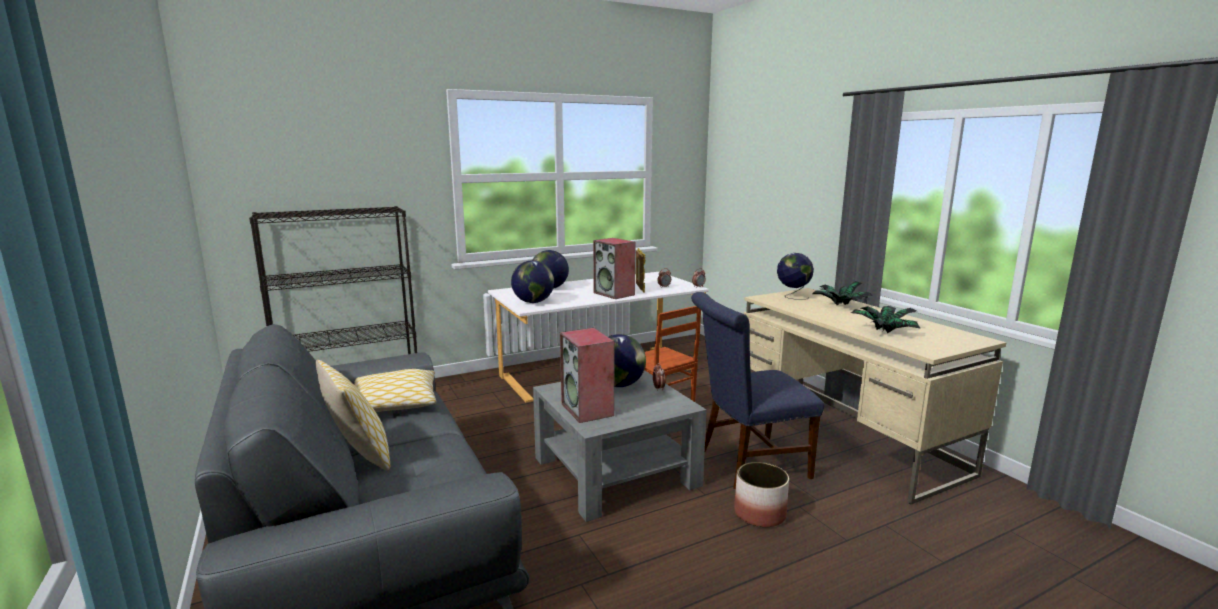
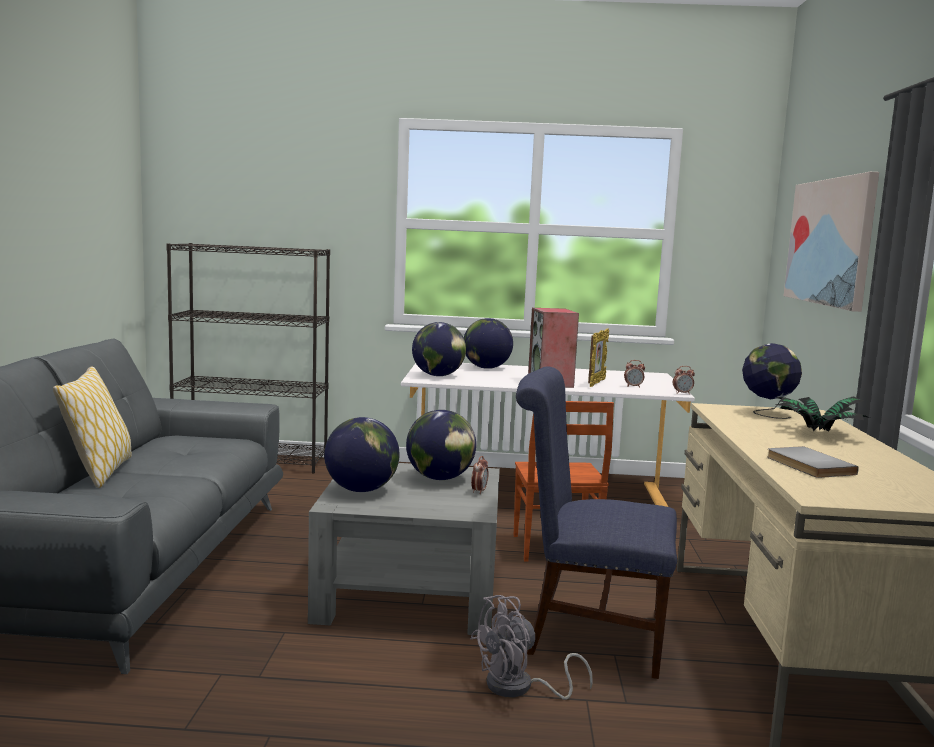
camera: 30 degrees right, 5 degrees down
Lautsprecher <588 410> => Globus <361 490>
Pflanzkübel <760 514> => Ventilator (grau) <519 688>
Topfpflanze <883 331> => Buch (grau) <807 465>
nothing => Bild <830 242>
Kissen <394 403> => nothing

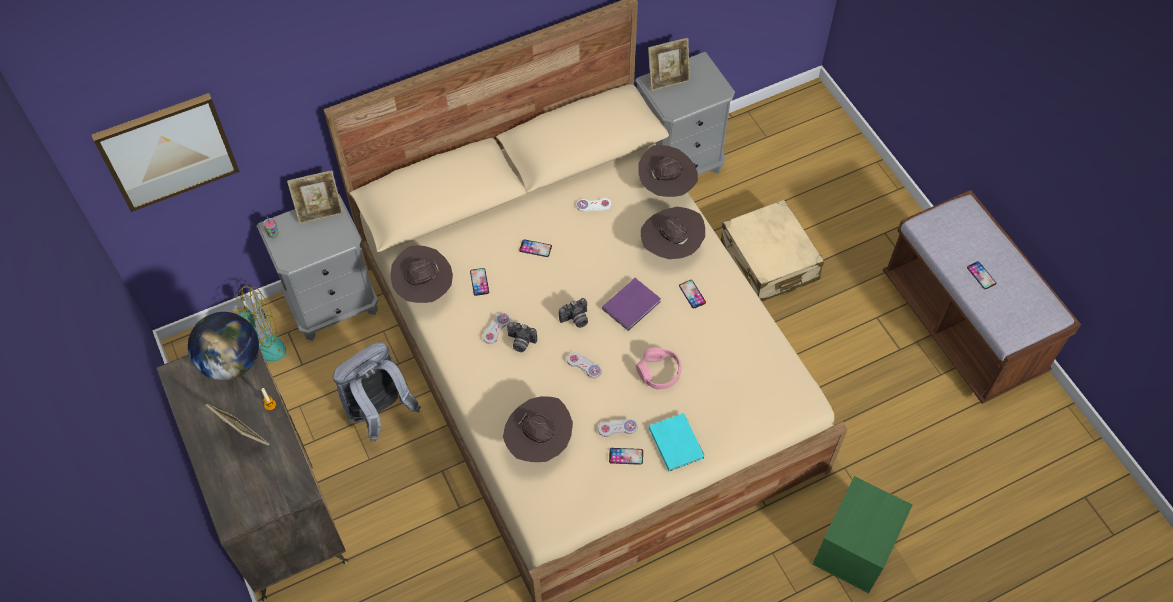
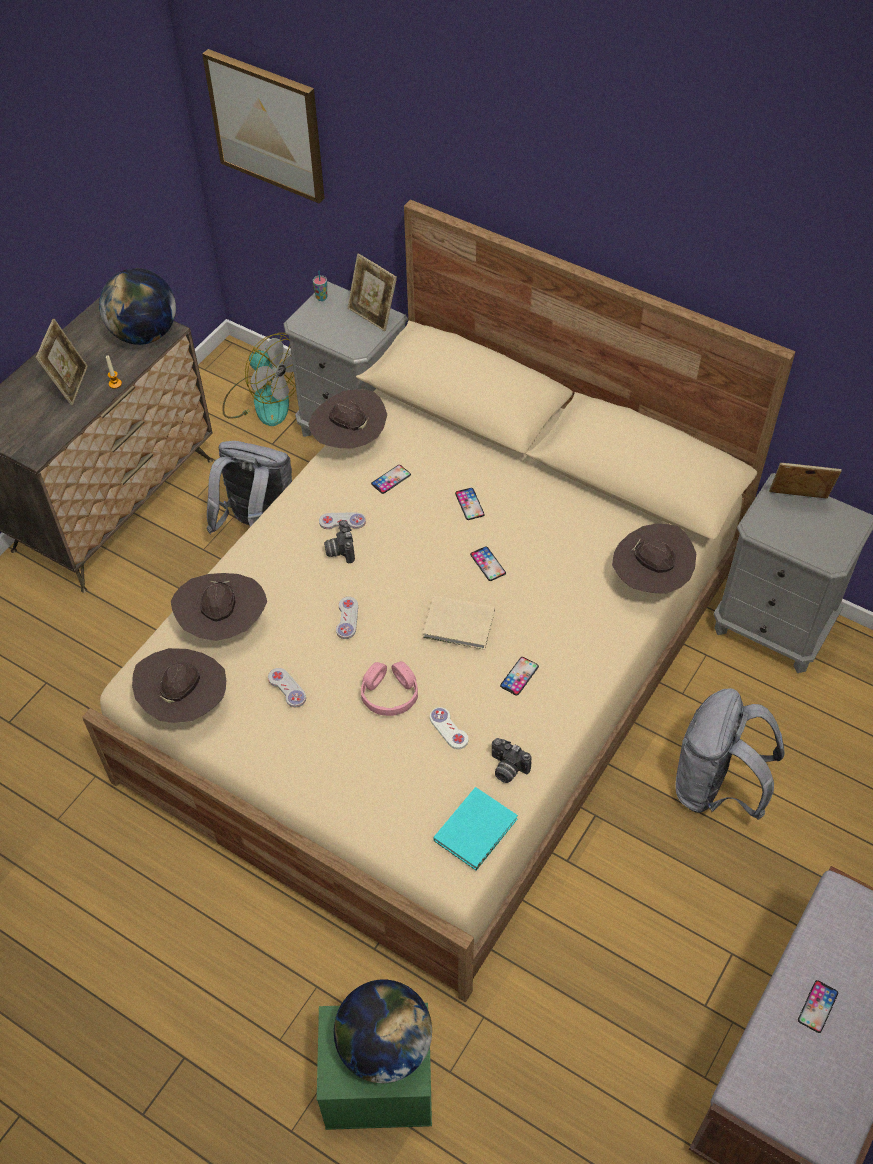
camera: 60 degrees right, 5 degrees down
Hut (braun) <671 247> => Hut (braun) <186 703>, shifted
nothing => Globus <384 1046>
Buch (lila) <633 305> => Buch (beige) <460 625>
Gamepad (weiß) <594 205> => Gamepad (weiß) <448 729>, shifted
Buch (türkis) <676 441> => Buch (türkis) <477 829>, shifted
Handy <626 456> => Handy <487 564>, shifted
Kamera <575 320> => Kamera <507 769>, shifted
Koffer (beige) <769 261> => Rucksack (grau) <716 788>
Bilderrahmen <668 80> => Bilderrahmen <797 502>, 150 degrees clockwise

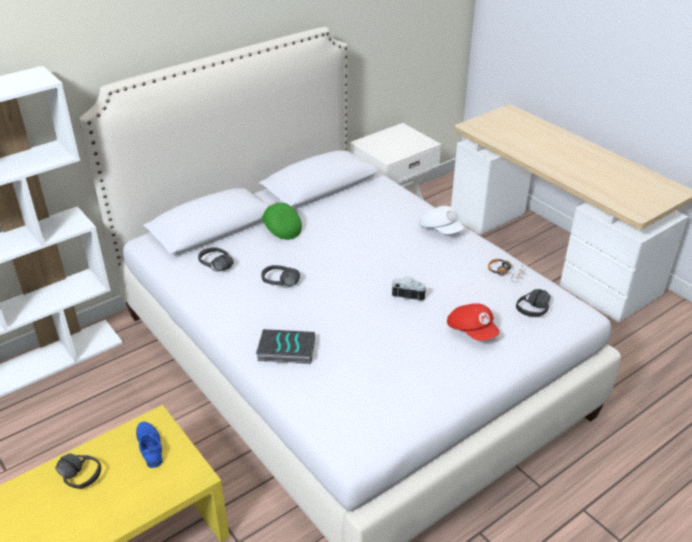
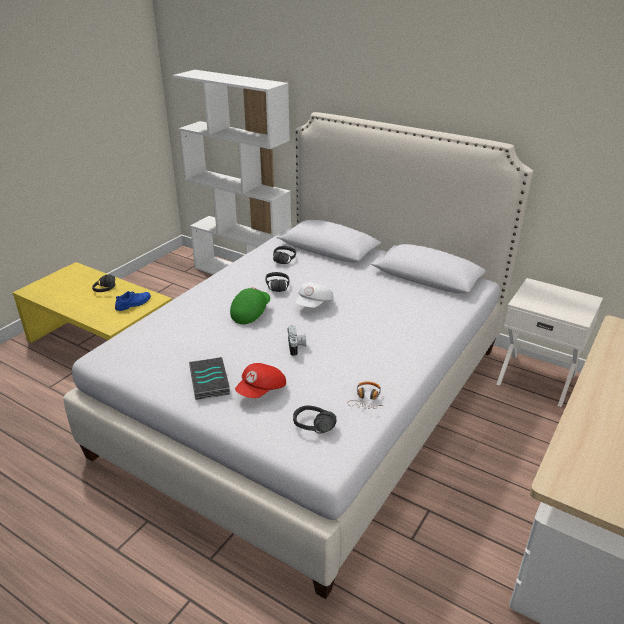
camera: 70 degrees right, 5 degrees down
Buch <285 351> => Buch <208 381>, shifted
Kappe (grün) <280 228> => Kappe (grün) <250 313>, shifted
Kappe (weiß) <441 229> => Kappe (weiß) <314 304>, shifted

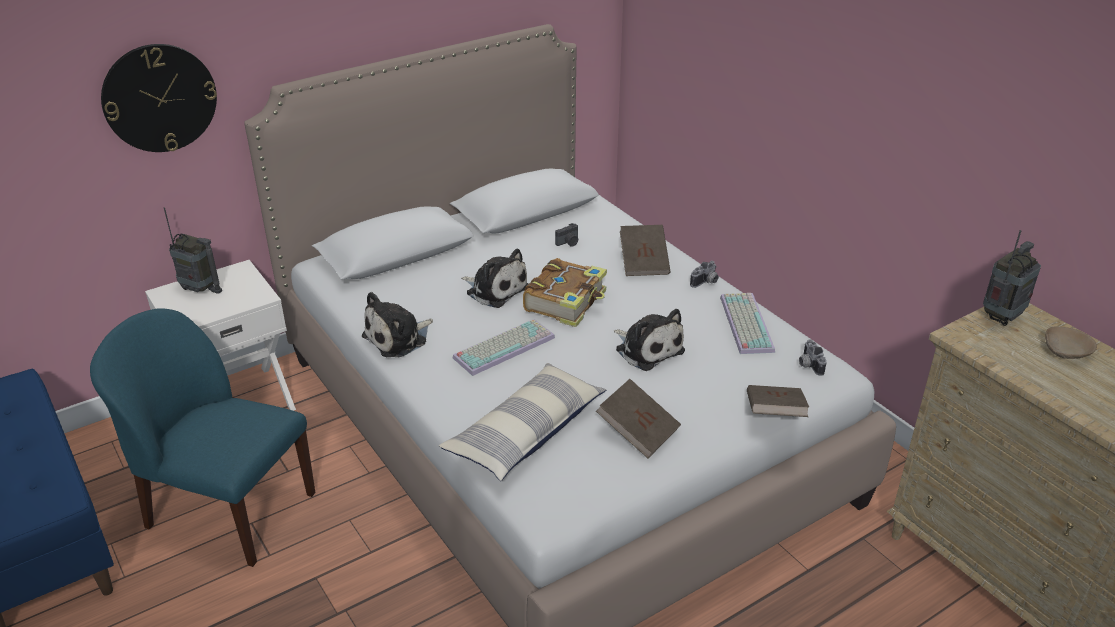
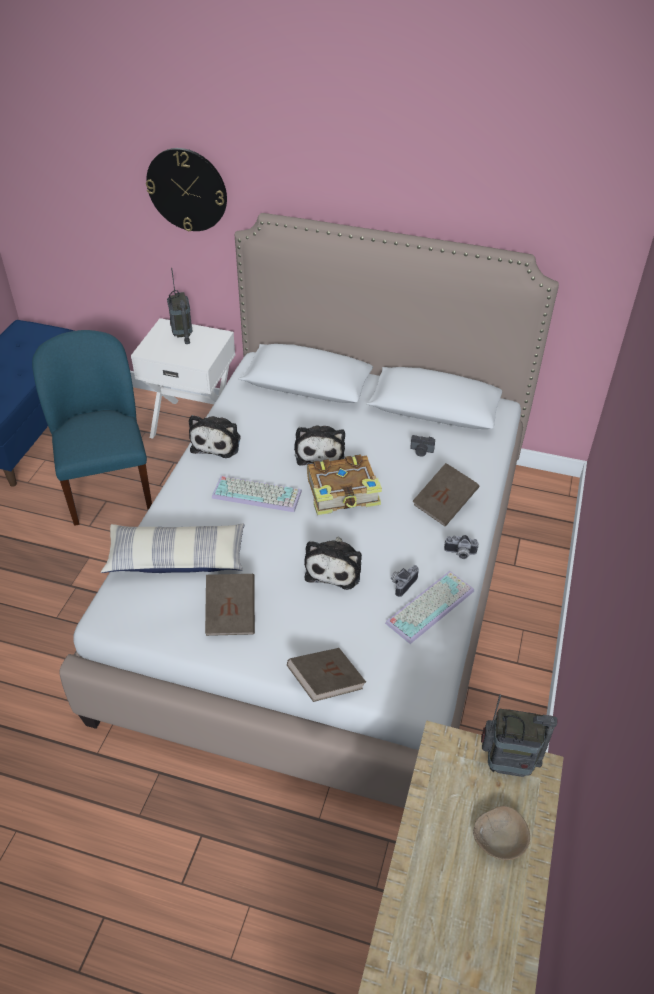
camera: 50 degrees right, 10 degrees up
Plüschtier <398 338> => Plüschtier <217 442>, 90 degrees counterclockwise
Kamera <808 365> => Kamera <402 583>, shifted

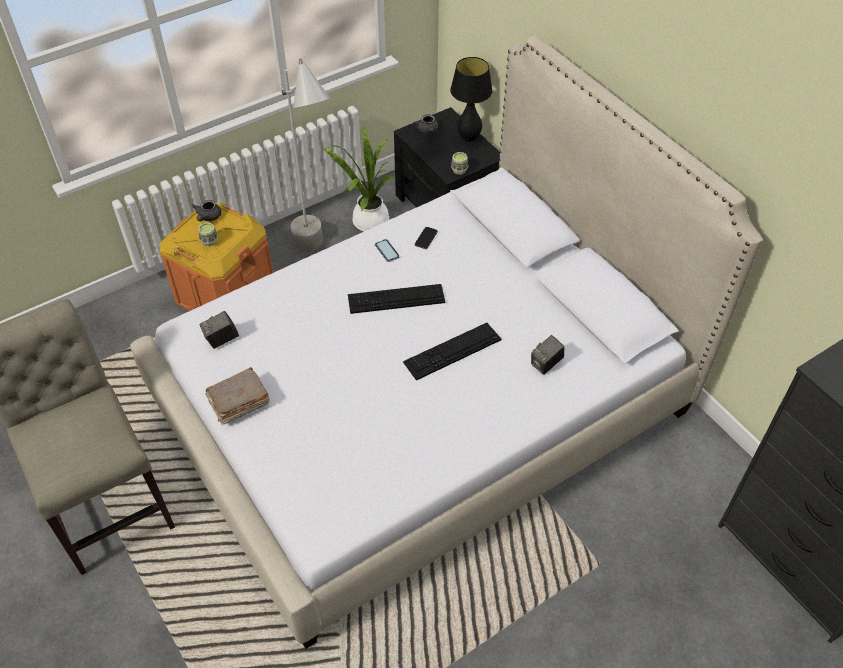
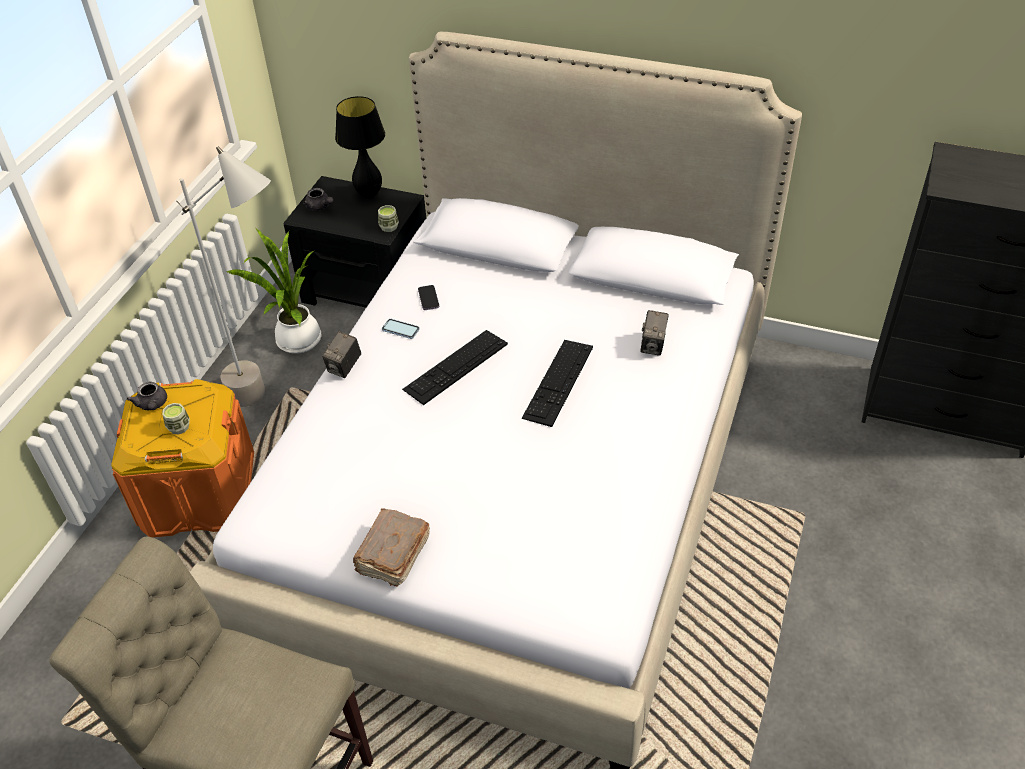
camera: 35 degrees left, 5 degrees down
Kamera <222 339> => Kamera <344 367>, shifted

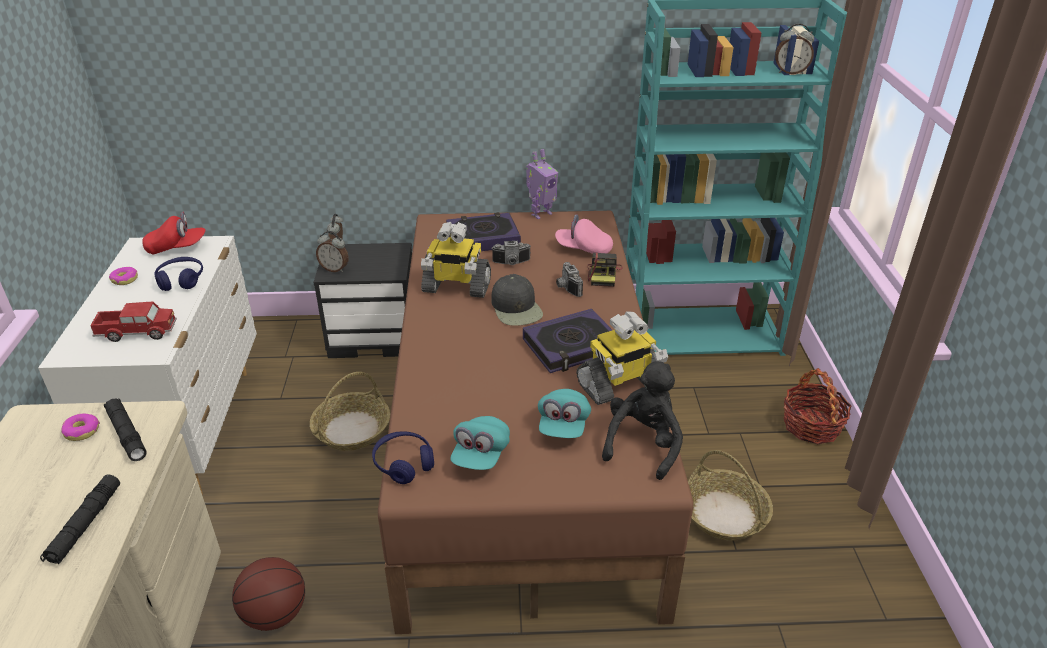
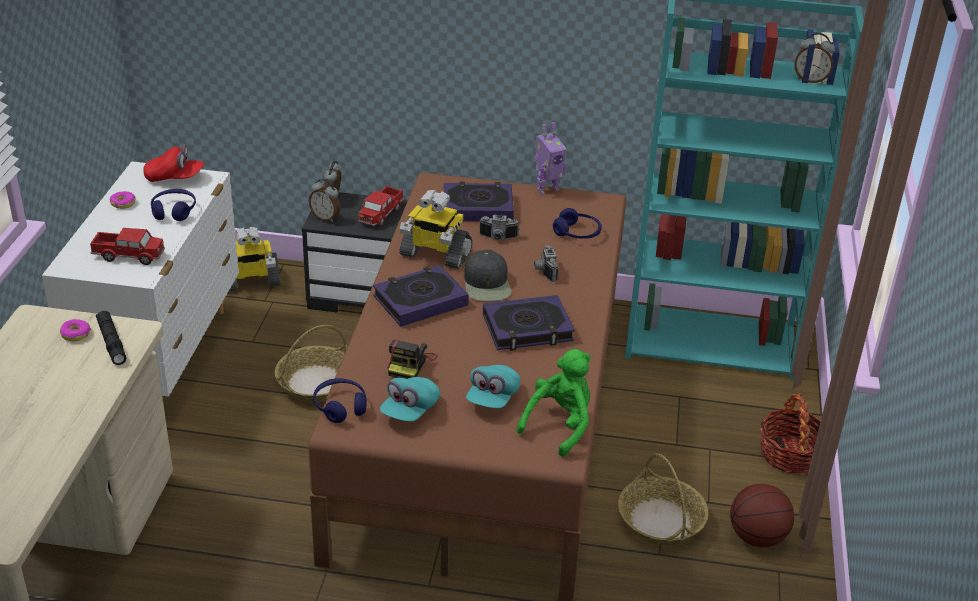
camera: 10 degrees right, 0 degrees up
Spielzeugroboter <619 385> => Spielzeugroboter <251 281>, shifted
nothing => Spielzeuglaster <381 214>
nothing => Buch <420 301>
Kamera <603 275> => Kamera <410 364>, shifted
Plüschtier (schwarz) <643 444> => Plüschtier (grün) <560 425>
Kappe (rosa) <583 249> => Kopfhörer (blau) <577 233>
Basketball <275 614> => Basketball <757 537>, shifted
Taschenlampe (schwarz) <85 525> => nothing

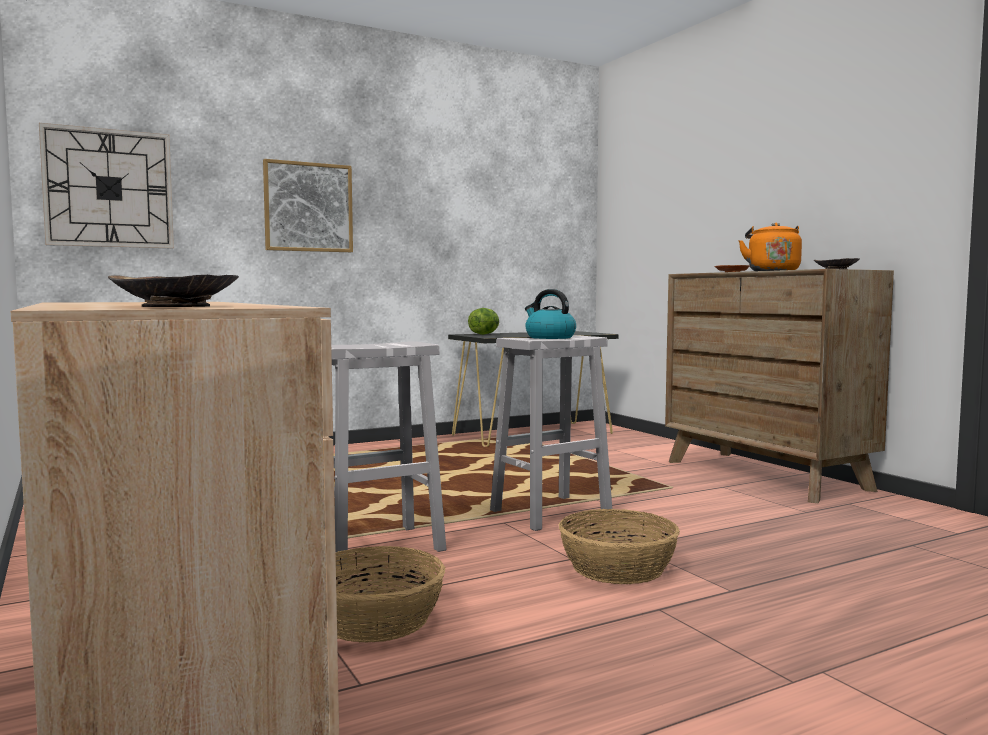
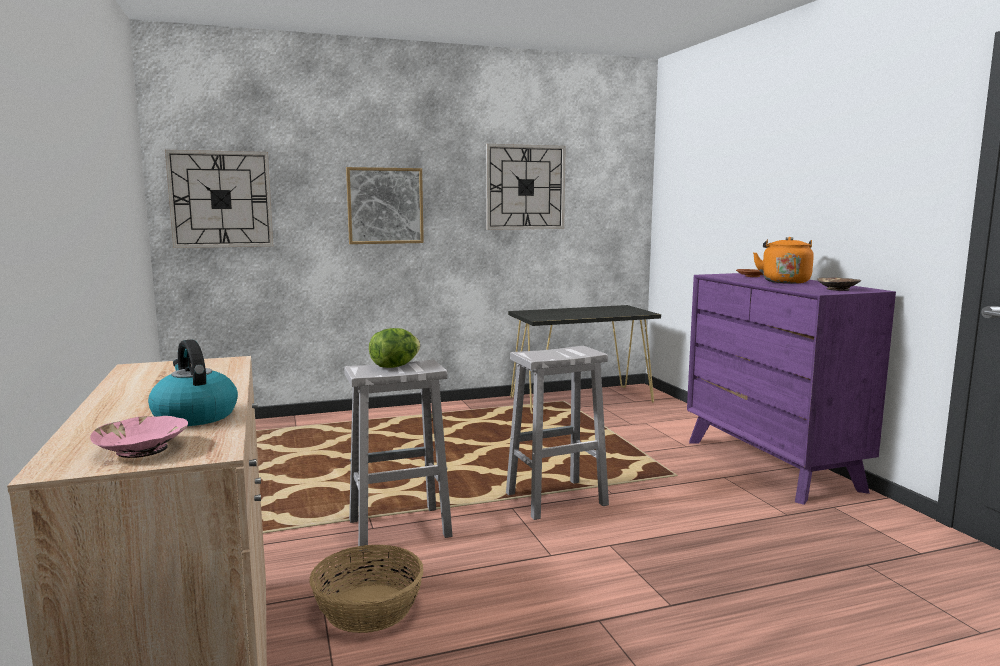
camera: 10 degrees right, 5 degrees up
Schüssel (braun) <176 306> => Schüssel (rosa) <143 449>
Wasserkessel <549 337> => Wasserkessel <194 416>, shifted
Salatkopf <484 334> => Salatkopf <395 366>, shifted
nothing => Wanduhr <525 187>
Kommode (braun) <764 475> => Kommode (lila) <770 464>
Korb <618 567> => nothing

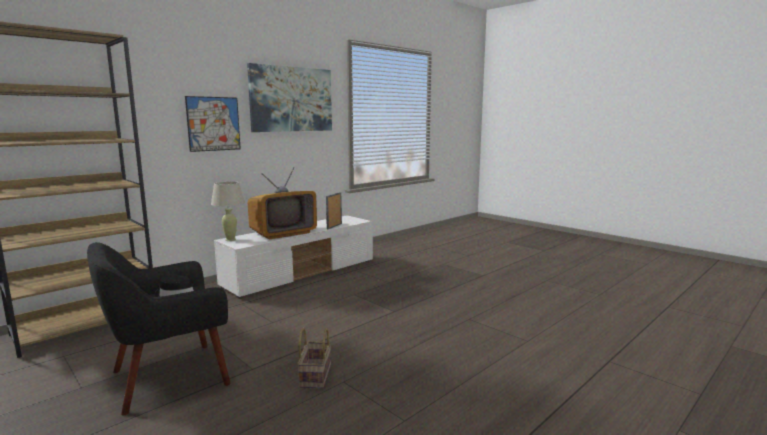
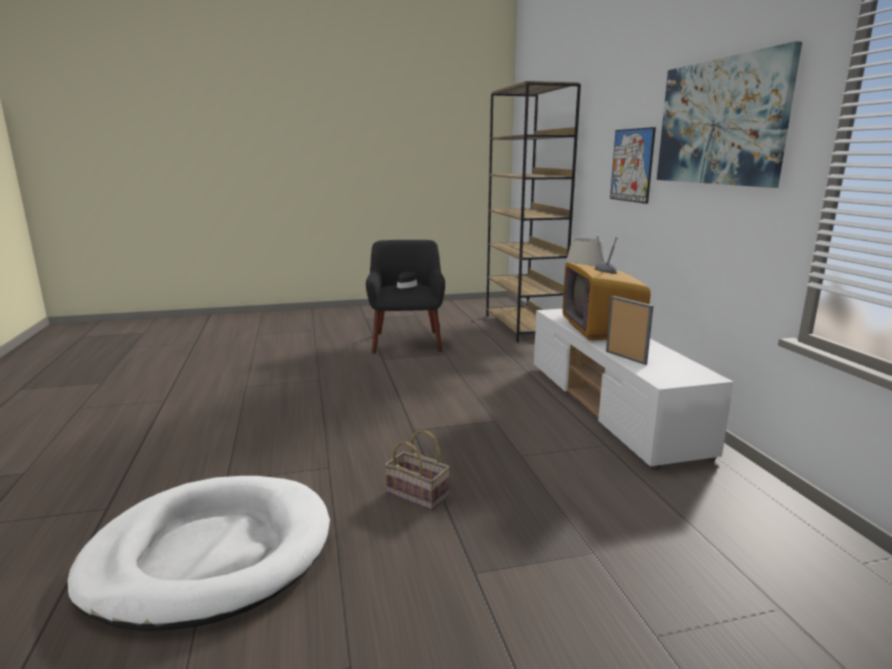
camera: 120 degrees right, 5 degrees up
nothing => Hundebett (weiß) <210 555>
Korb <315 375> => Korb <419 495>, shifted

